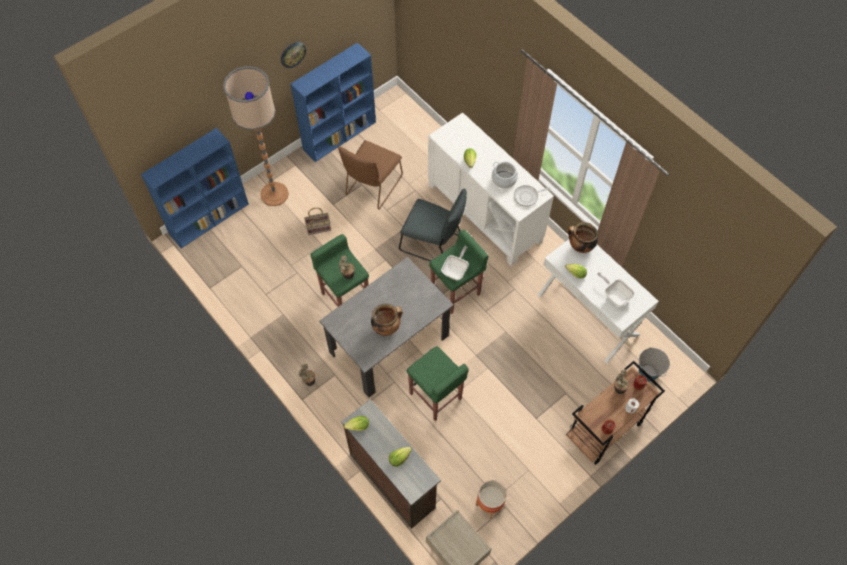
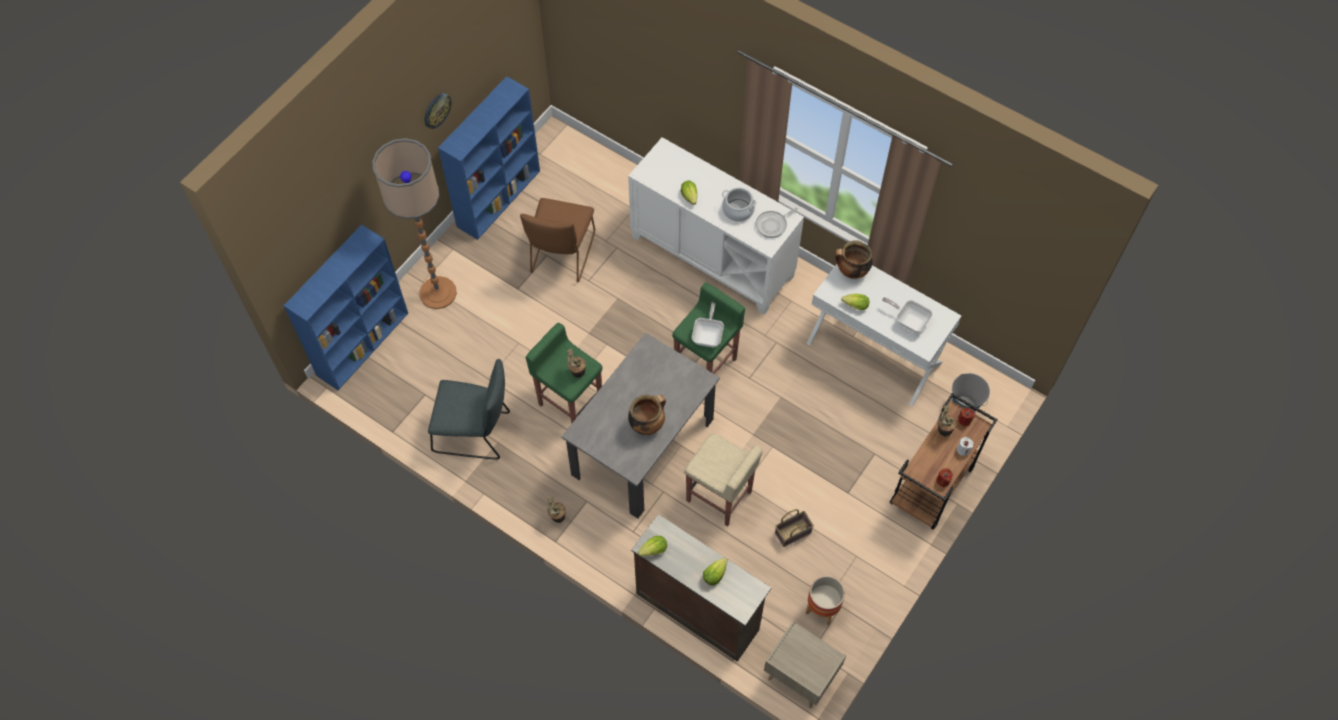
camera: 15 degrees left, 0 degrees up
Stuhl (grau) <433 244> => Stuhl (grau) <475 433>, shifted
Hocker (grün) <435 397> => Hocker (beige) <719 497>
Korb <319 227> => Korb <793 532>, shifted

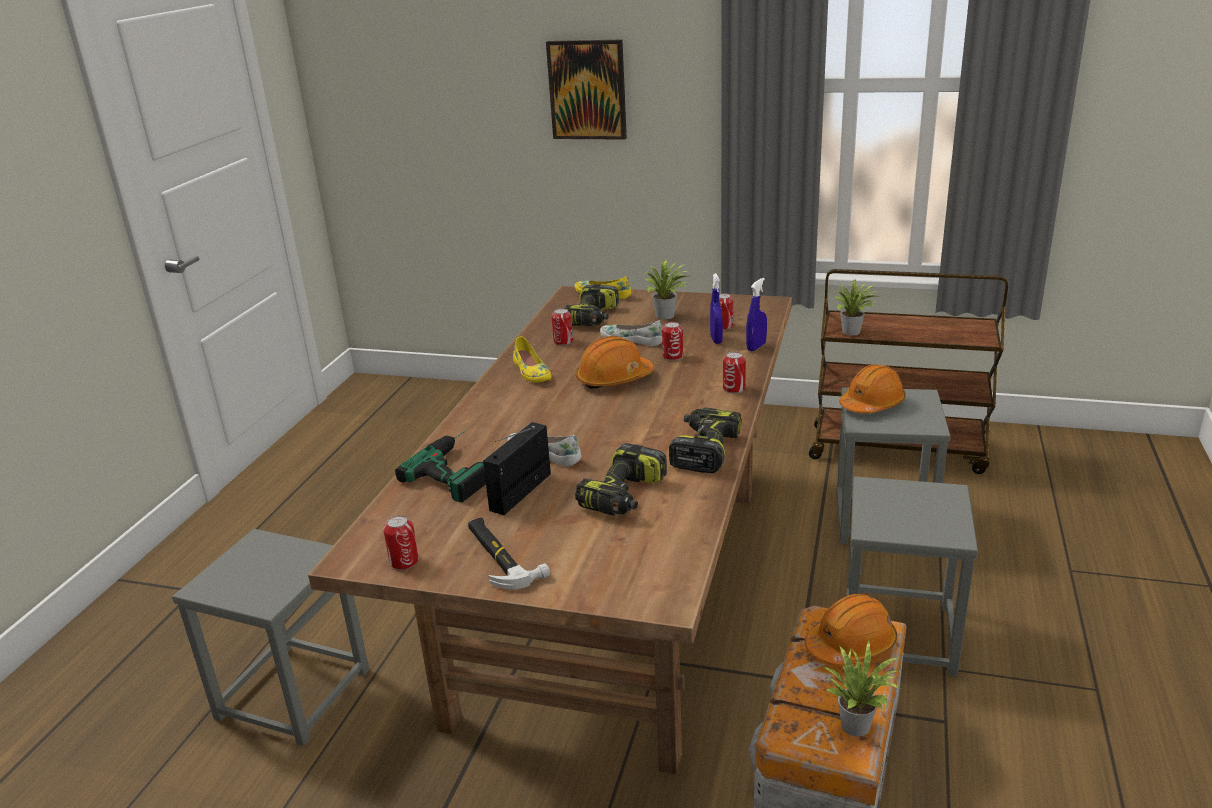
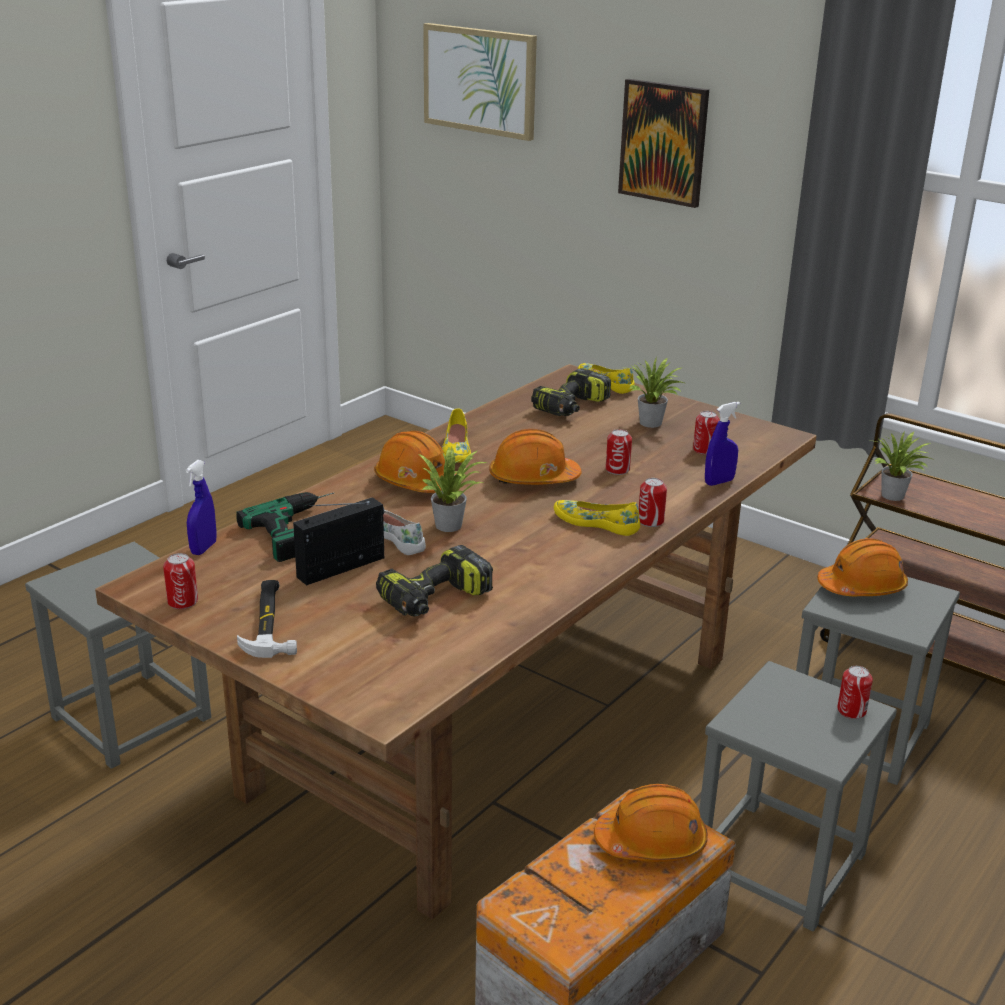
camera: 20 degrees right, 0 degrees up
Sprühflasche (blau) <716 340> => Sprühflasche (blau) <203 548>, shifted
nothing => Schutzhelm (orange) <416 482>
Topfpflanze <857 723> => Topfpflanze <452 525>, shifted
nothing => Bild <480 80>
nothing => Schuh (gelb) <596 523>
Dose <563 341> => Dose <851 711>, shifted
Schuh (weiß) <632 339> => nothing
Bohrmaschine <704 450> => nothing

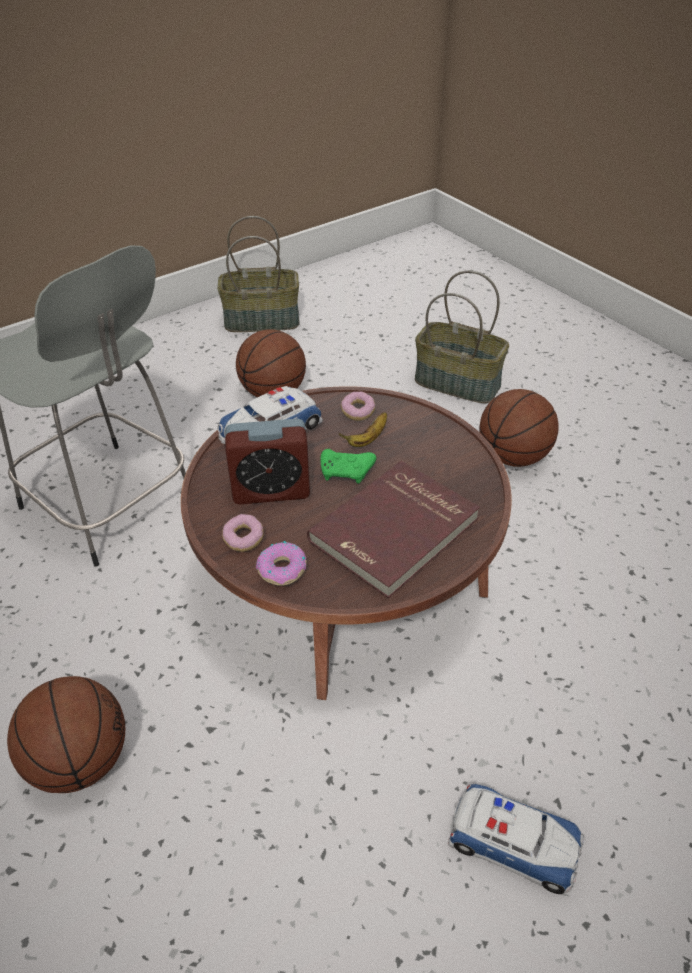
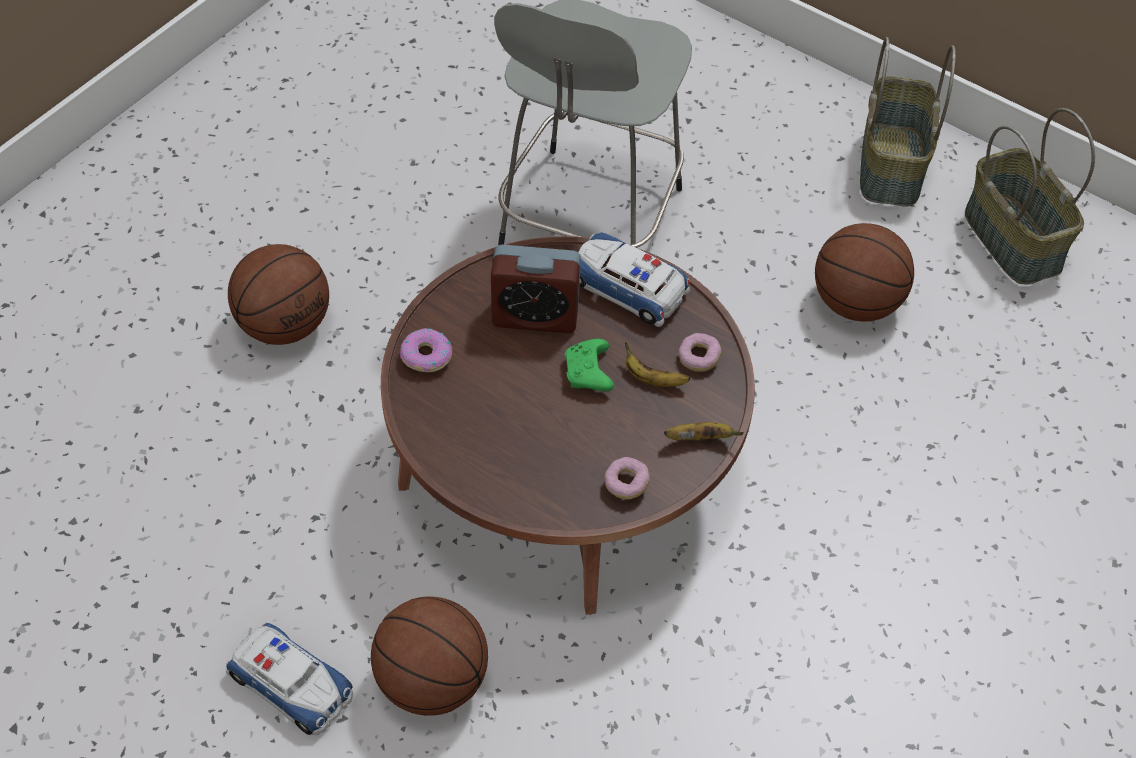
camera: 70 degrees right, 10 degrees up
Spielzeugauto <514 842> => Spielzeugauto <291 684>, 60 degrees counterclockwise
Basketball <513 457> => Basketball <431 681>, shifted
Wecker <271 490> => Wecker <535 316>, 60 degrees counterclockwise
Donut <243 539> => Donut <626 484>, shifted
nothing => Banane <700 438>
Korb <458 383> => Korb <892 166>, shifted
Buch (rot) <396 531> => nothing

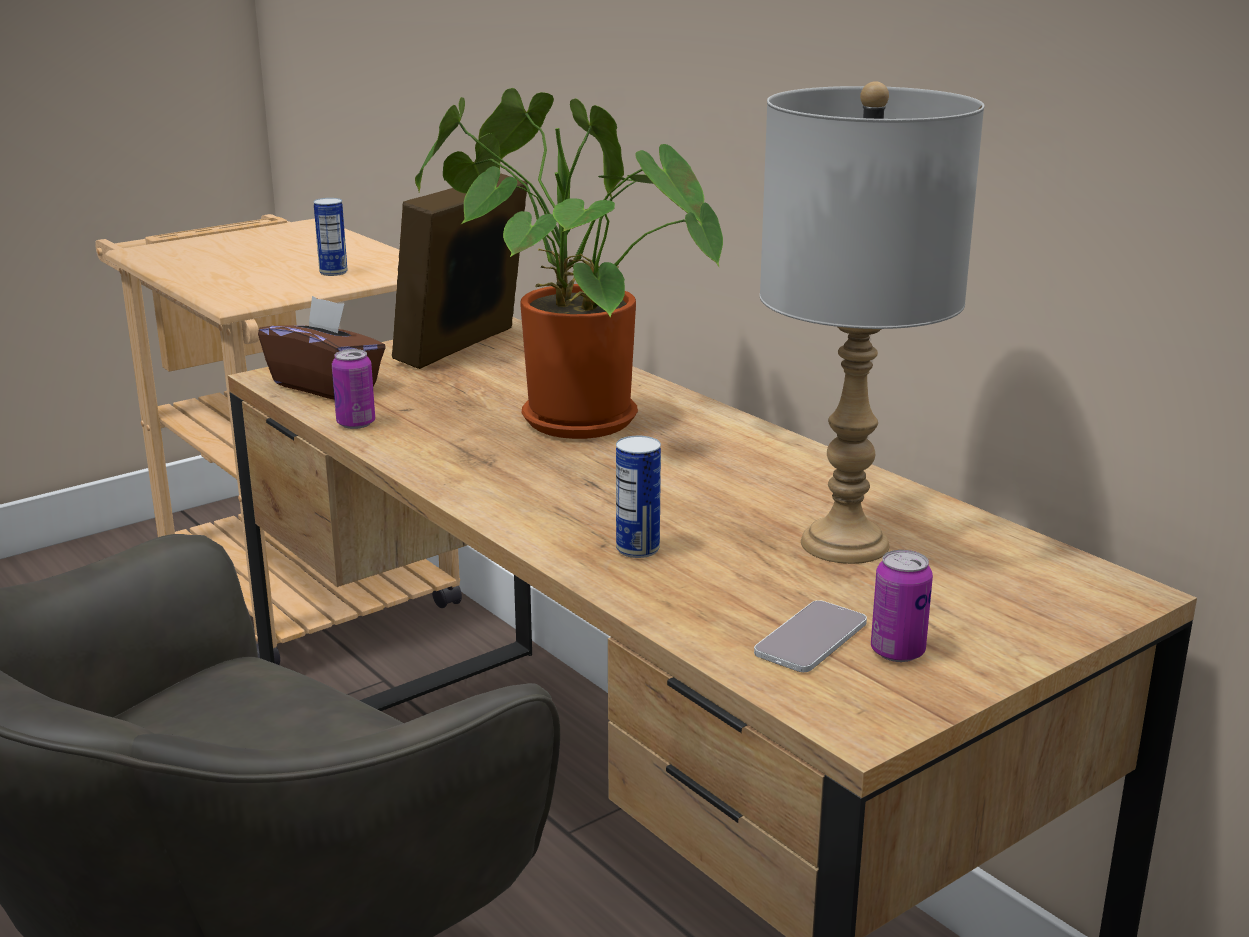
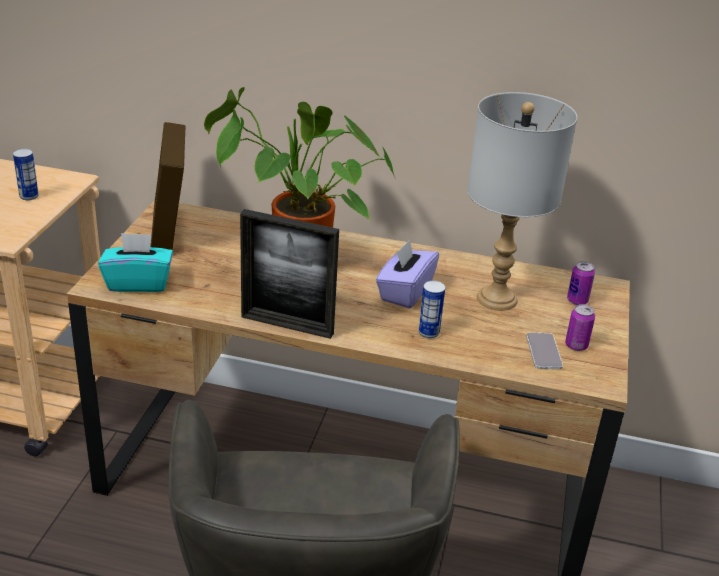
camera: 40 degrees left, 10 degrees up
Taschentuchbox (braun) <326 386> => Taschentuchbox (türkis) <138 283>
nothing => Bilderrahmen <287 325>
nothing => Taschentuchbox (lila) <405 292>
Dose <356 423> => Dose <577 300>, shifted

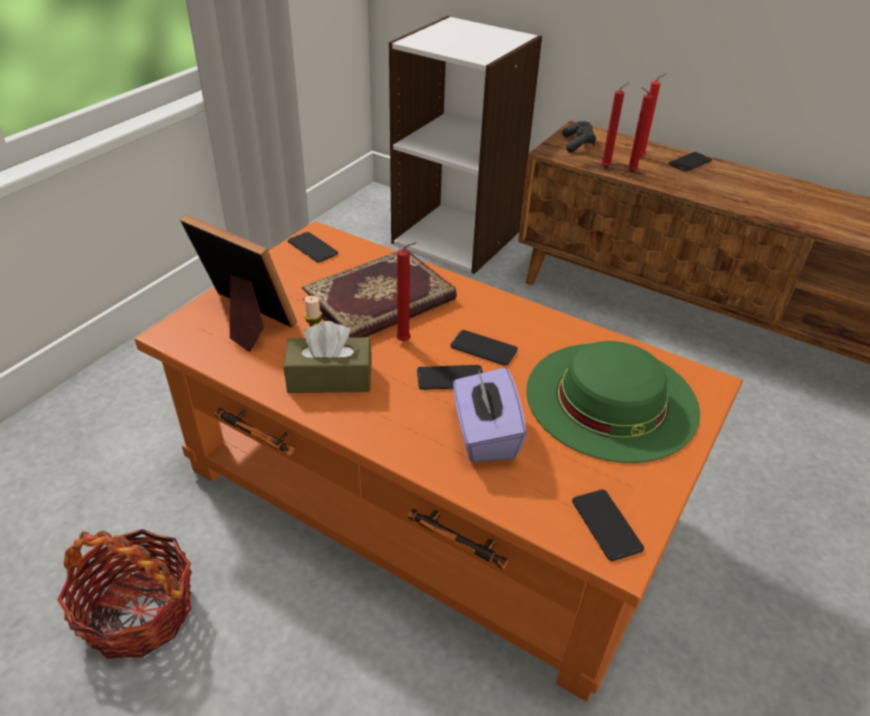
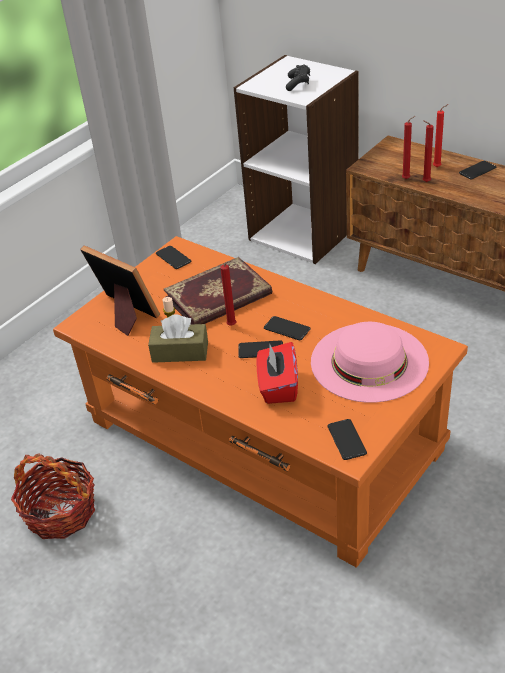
camera: 10 degrees right, 0 degrees up
Taschentuchbox (lila) <484 435> => Taschentuchbox (rot) <278 386>
Gamepad (schwarz) <577 144> => Gamepad (schwarz) <298 84>, shifted
Hut (grün) <611 399> => Hut (rosa) <369 361>

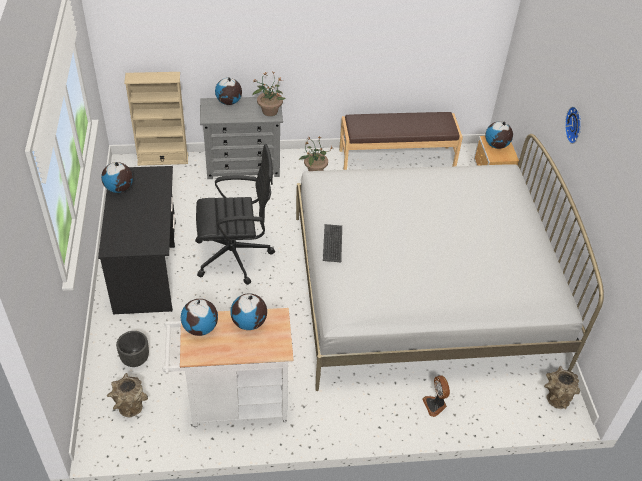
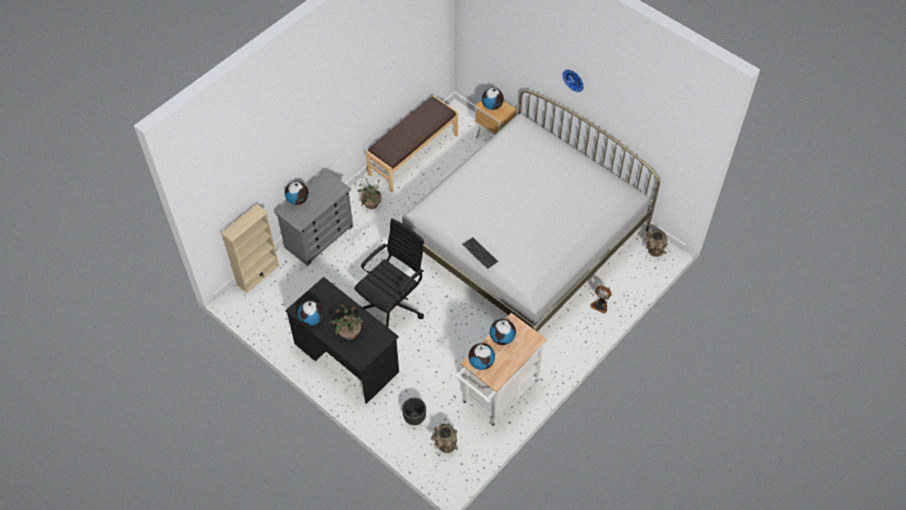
camera: 40 degrees left, 10 degrees up
Topfpflanze <269 111> => Topfpflanze <349 333>, shifted

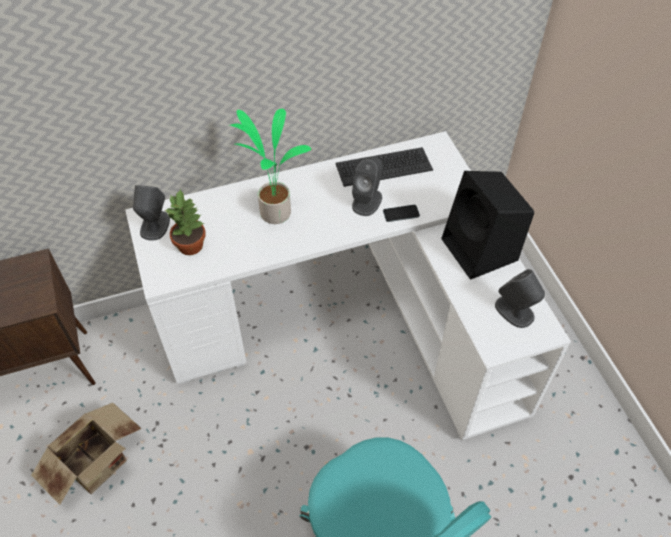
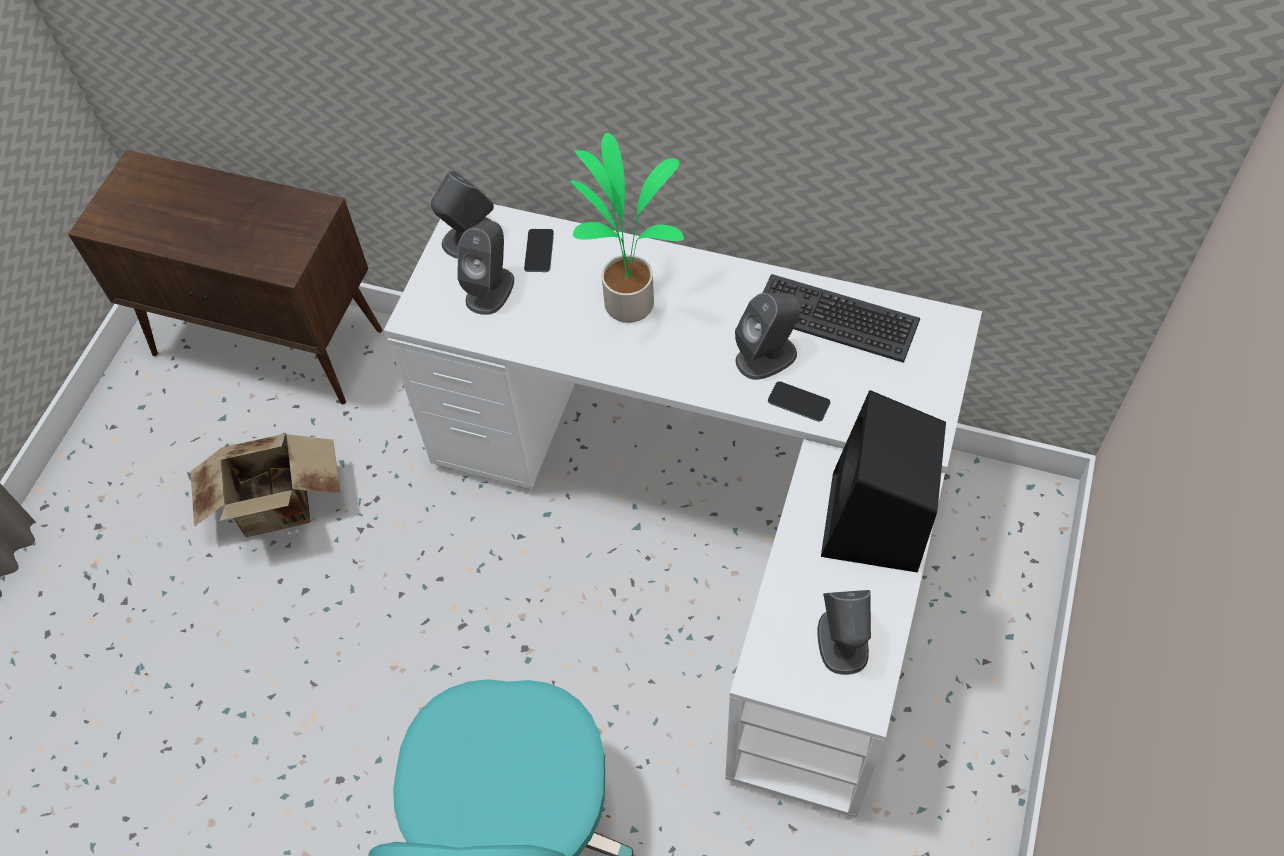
camera: 40 degrees right, 5 degrees up
Topfpflanze <191 245> => Lautsprecher (grau) <490 289>
nothing => Handy <539 251>

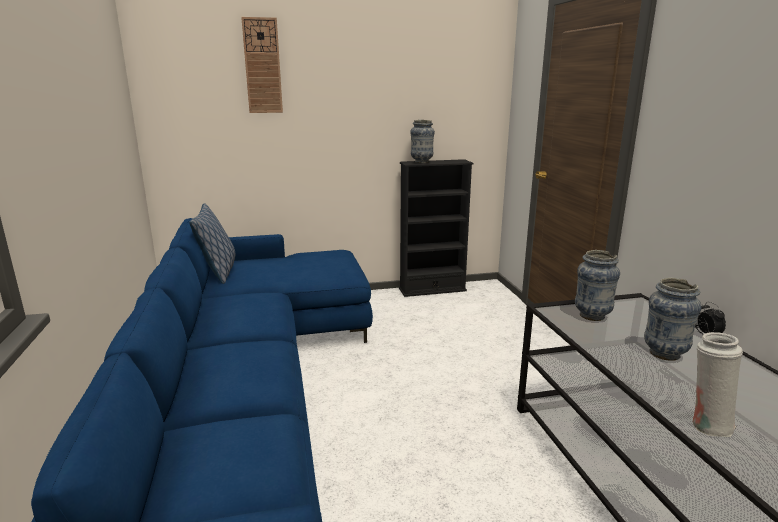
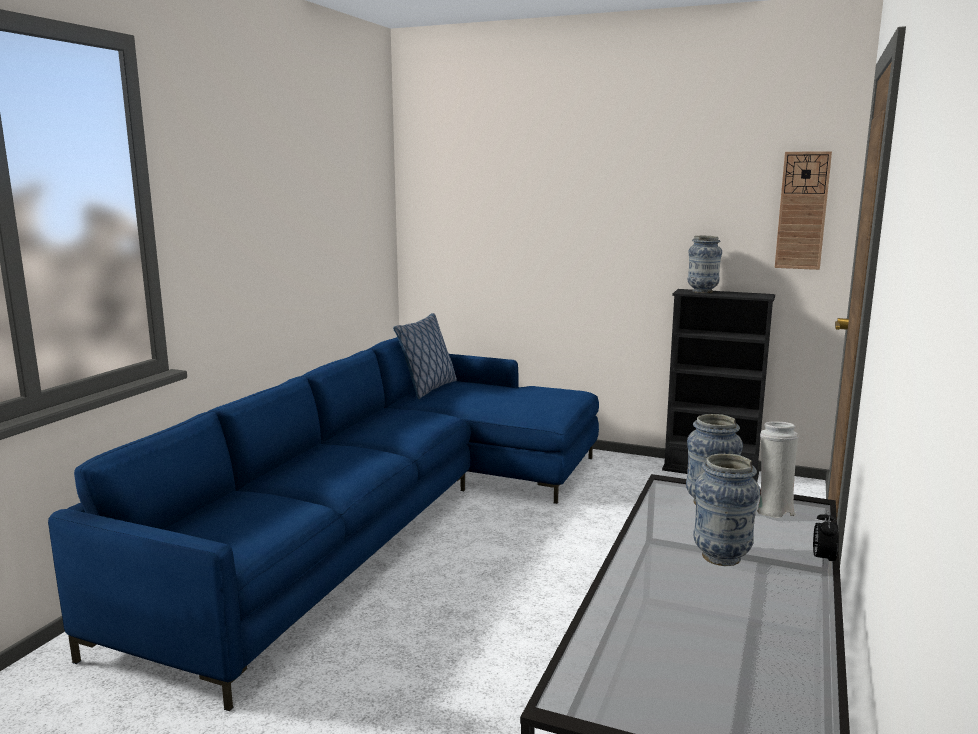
camera: 35 degrees right, 5 degrees down
Vase (weiß) <707 424> => Vase (weiß) <773 511>, shifted
Wanduhr <262 66> => Wanduhr <802 211>, shifted

